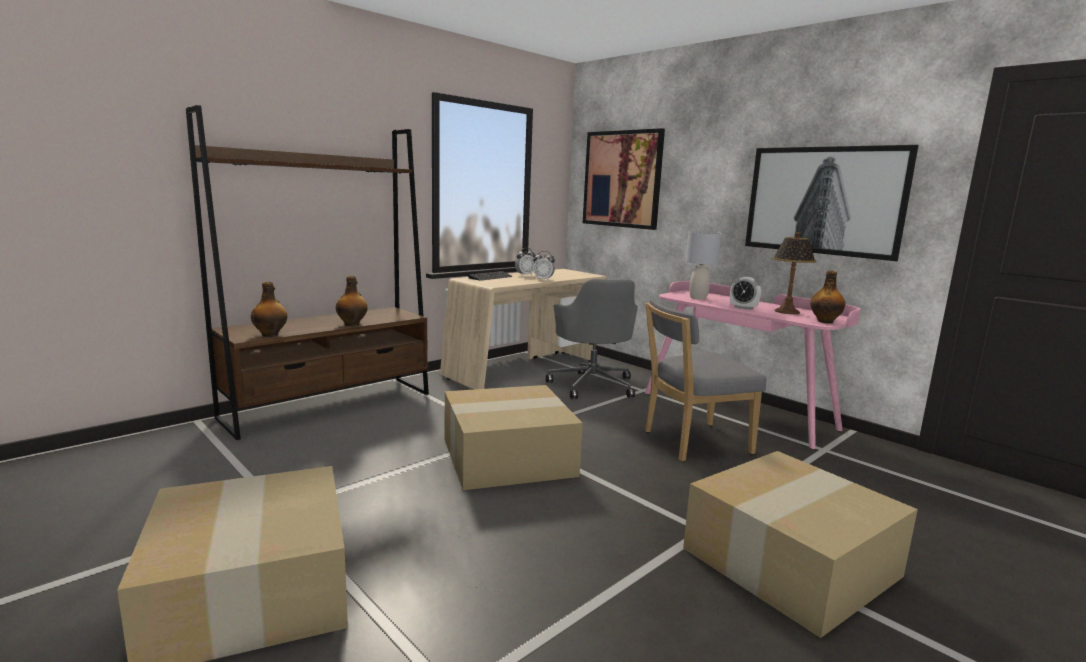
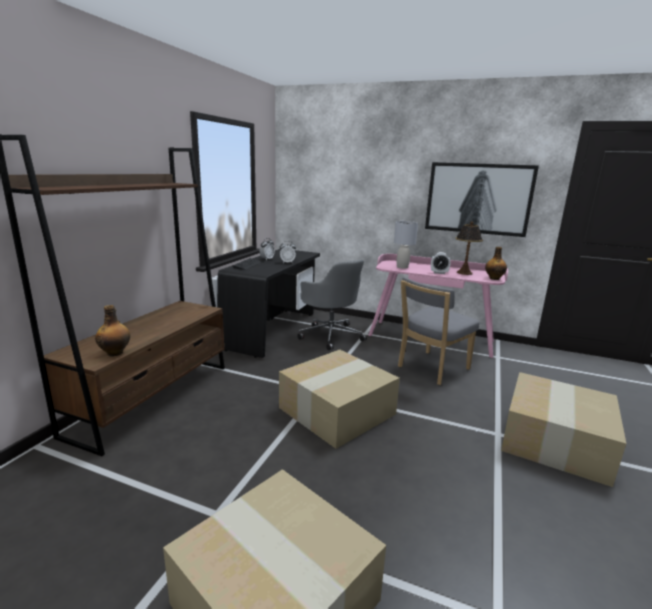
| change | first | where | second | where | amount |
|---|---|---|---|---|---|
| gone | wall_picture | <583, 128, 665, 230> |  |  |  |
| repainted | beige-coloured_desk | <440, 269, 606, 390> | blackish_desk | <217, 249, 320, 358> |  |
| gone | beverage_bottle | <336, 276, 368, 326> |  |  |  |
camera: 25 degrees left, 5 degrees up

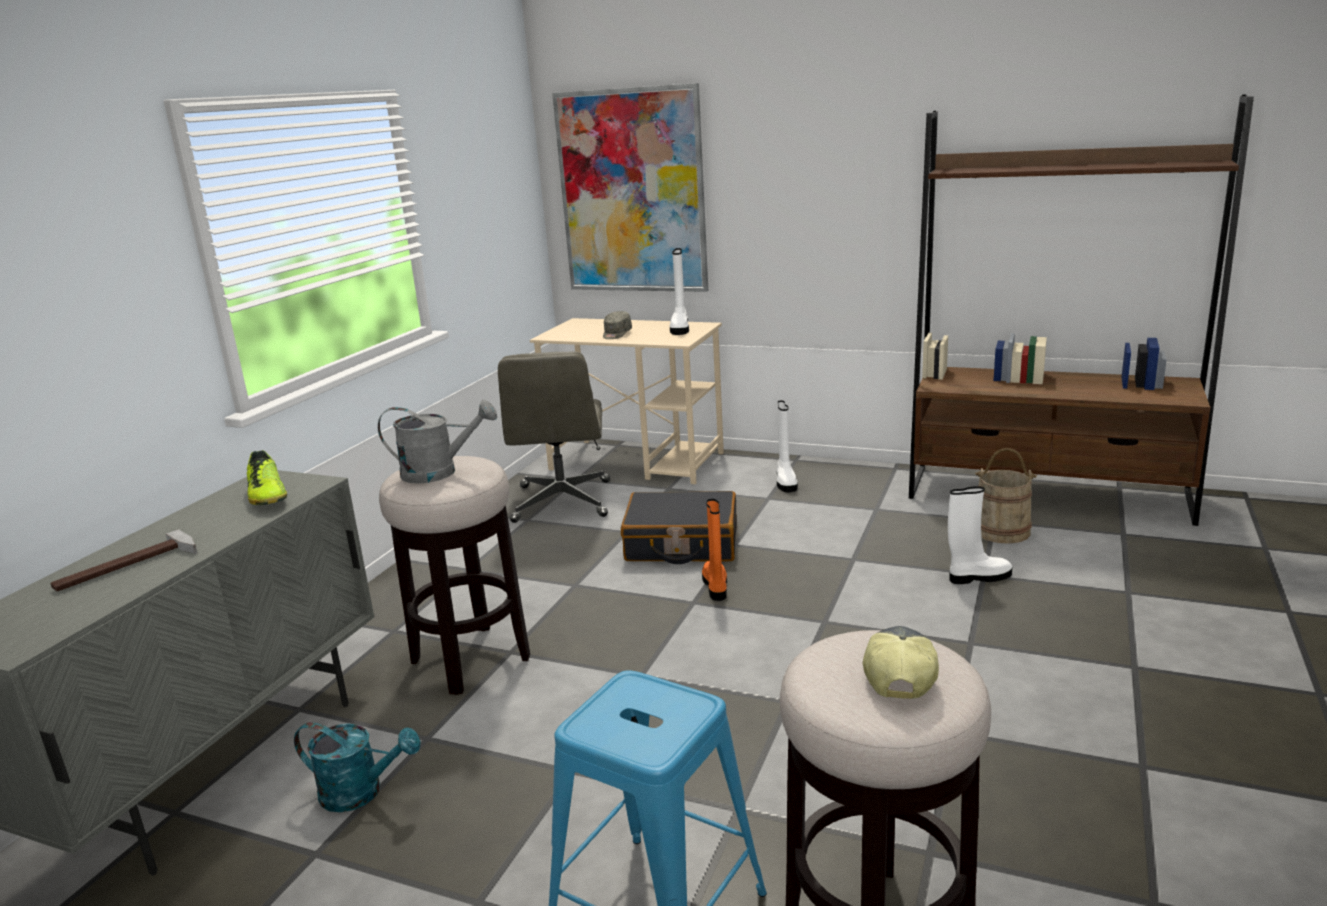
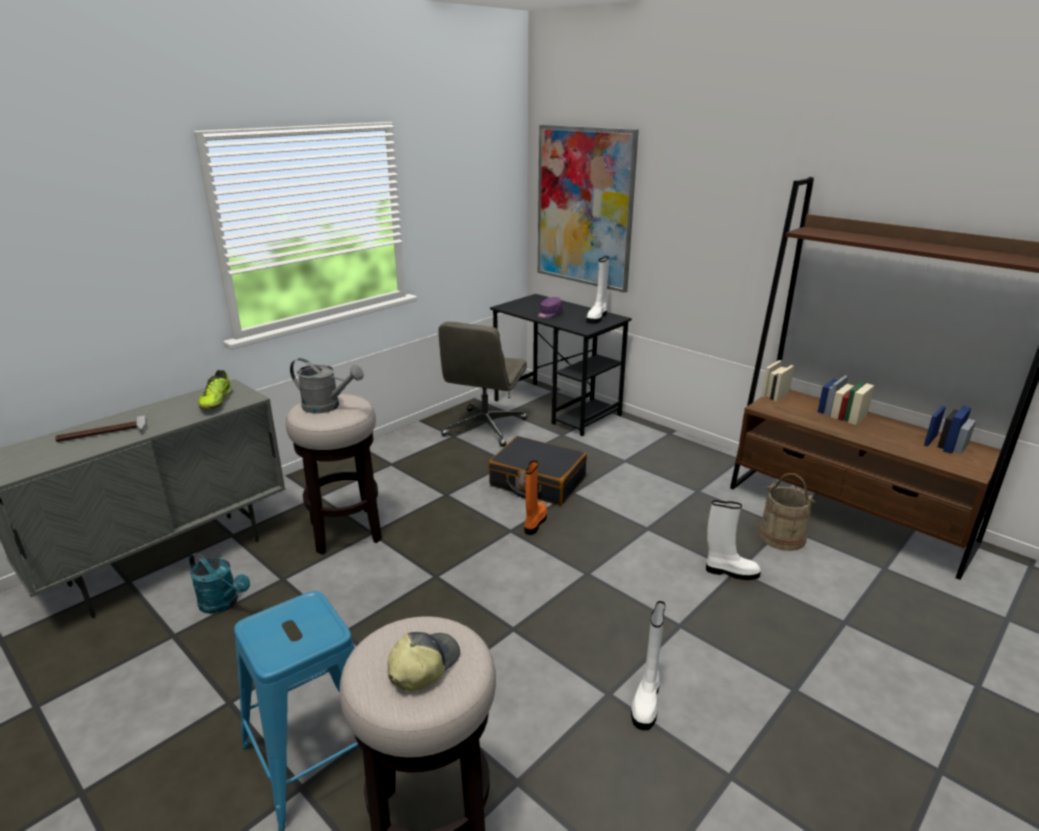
| change | first | where | second | where | amount |
|---|---|---|---|---|---|
| repainted | greyish_baseball_cap | <603, 311, 632, 339> | purple_baseball_cap | <537, 297, 563, 318> |  |
| repainted | beige-coloured_desk | <530, 318, 724, 484> | blackish_desk | <490, 294, 632, 436> |  |
| shifted | white_tall_boot | <777, 400, 798, 492> |  | <631, 601, 665, 730> |  |
camera: 20 degrees right, 5 degrees up

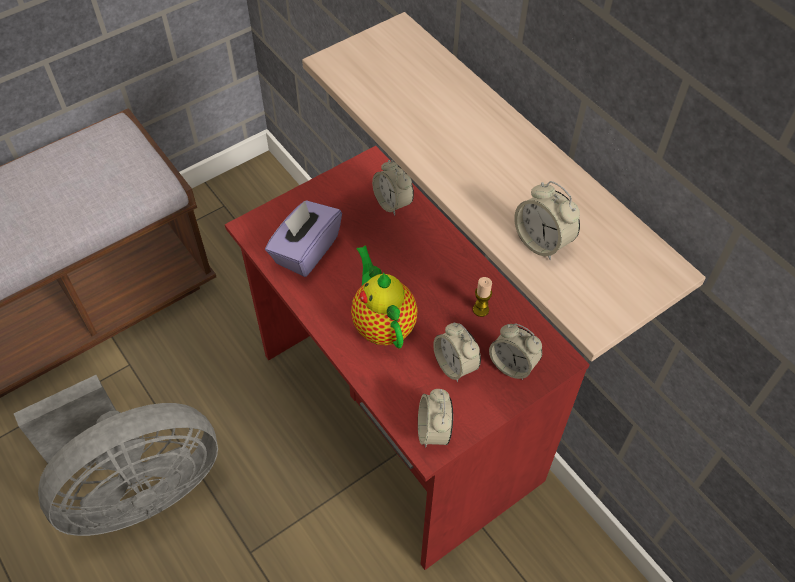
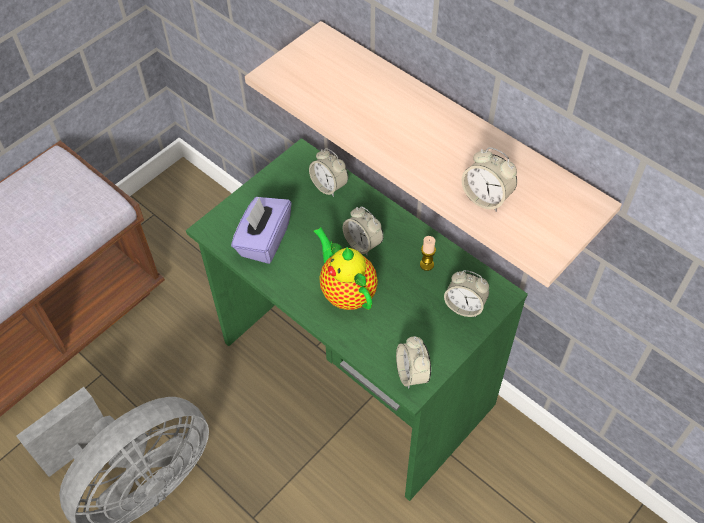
| change | first | where | second | where | amount |
|---|---|---|---|---|---|
| repainted | red_desk | <225, 146, 590, 570> | green-coloured_desk | <186, 138, 528, 501> |  |
| shifted | bedside_clock | <433, 322, 481, 382> |  | <343, 206, 384, 256> |  |
camera: 10 degrees left, 0 degrees up

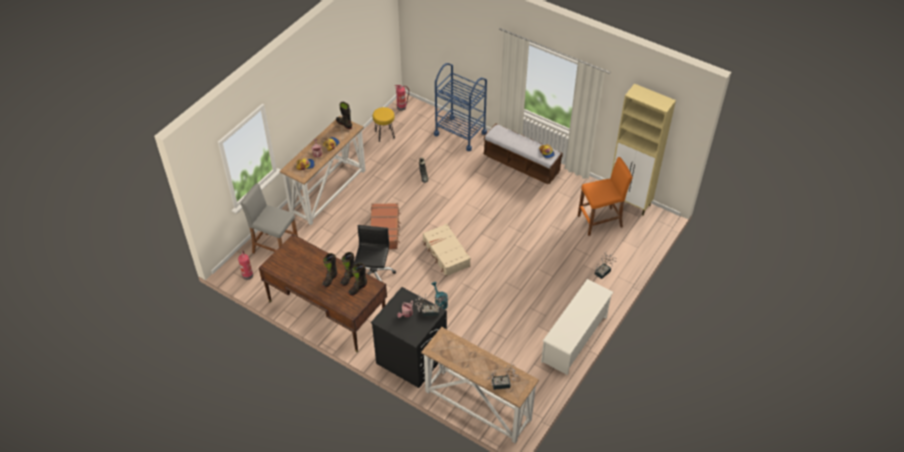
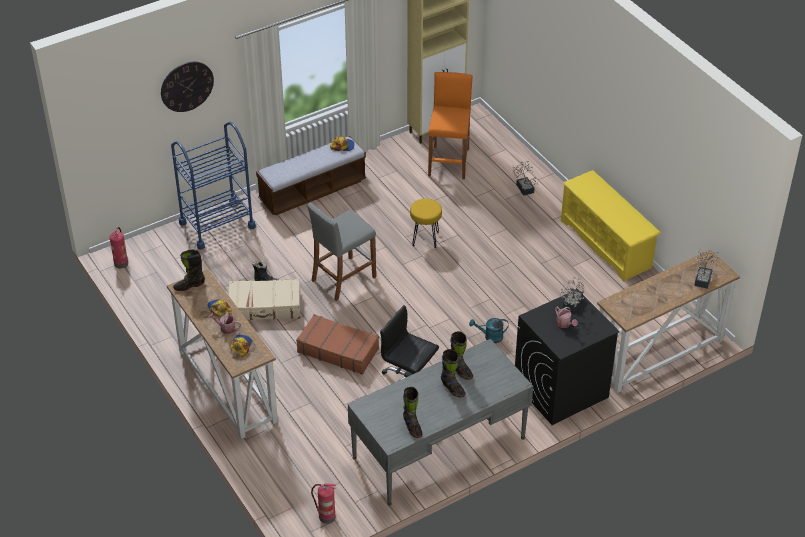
| change | first | where | second | where | amount |
|---|---|---|---|---|---|
| shifted | yellowish_stool_seat | <373, 107, 395, 142> |  | <410, 199, 442, 248> |  |
| shifted | greyish_stool_seat | <241, 183, 298, 254> |  | <307, 203, 376, 301> |  |
| shifted | beige-coloured_piece_of_luggage | <423, 224, 471, 276> |  | <229, 279, 300, 320> |  |
| repainted | brown_desk | <259, 234, 387, 352> | greyish_desk | <348, 339, 533, 506> |  |
| shifted | blackish_tall_boot | <348, 263, 367, 296> |  | <403, 387, 422, 438> |  |
| repainted | white_shoe_rack | <541, 279, 613, 375> | yellowish_shoe_rack | <561, 170, 661, 282> |  |
| new |  |  | hanging_clock | <161, 62, 214, 112> |  |
camera: 65 degrees left, 5 degrees down

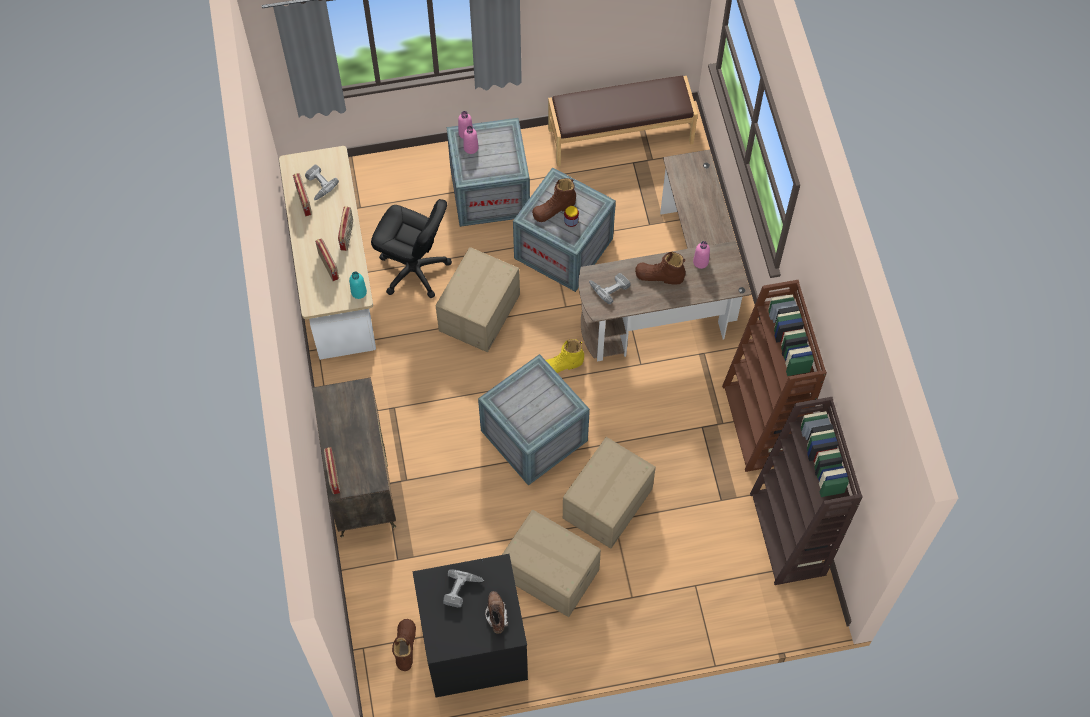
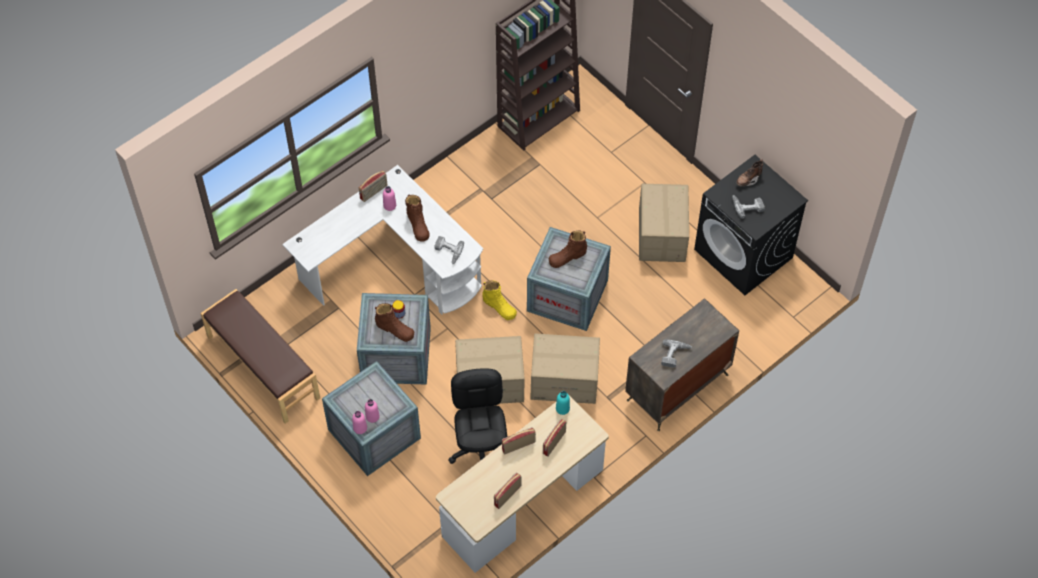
| change | first | where | second | where | amount |
|---|---|---|---|---|---|
| repainted | brown_desk | <579, 150, 751, 362> | white_desk | <282, 165, 483, 314> |  |
| shifted | drill | <305, 165, 339, 200> |  | <661, 339, 692, 368> |  |
| gone | brown_bookcase | <722, 280, 827, 472> |  |  |  |
| shifted | cardboard_box | <563, 437, 656, 549> |  | <530, 334, 600, 404> |  |
| shifted | radio | <324, 447, 340, 494> |  | <359, 170, 387, 202> |  |
| shifted | brown_tall_boot | <392, 619, 416, 671> |  | <549, 230, 587, 268> |  |
camera: 120 degrees left, 5 degrees down

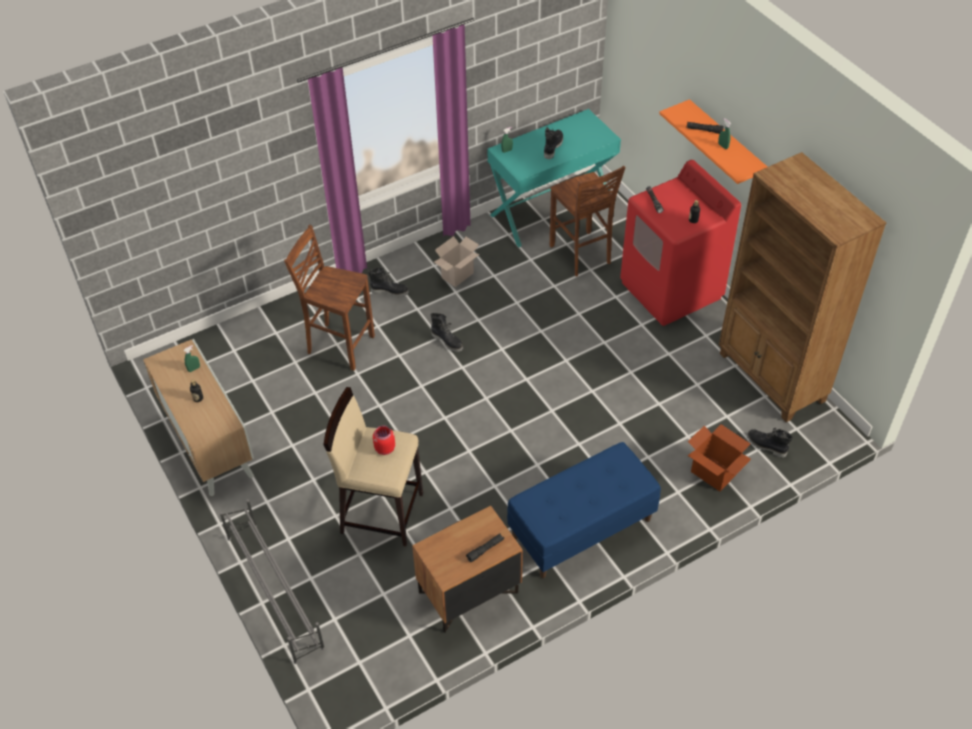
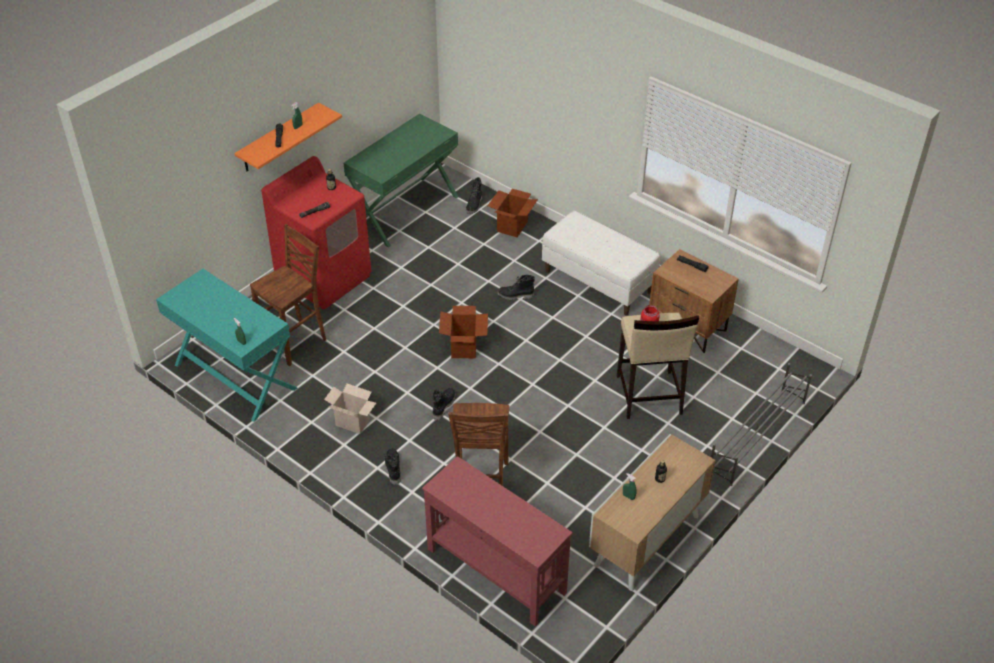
| change | first | where | second | where | amount |
|---|---|---|---|---|---|
| shifted | blackish_tall_boot | <544, 127, 563, 159> |  | <497, 275, 535, 300> |  |
| swapped | brown_bookcase | <719, 152, 886, 422> | green-coloured_desk | <343, 114, 458, 248> |  |
| repainted | bluish_bench | <507, 442, 661, 578> | white_bench | <542, 211, 660, 316> |  |
| new |  |  | cardboard_box | <439, 306, 488, 358> |  |
| new |  |  | red_hall_table | <422, 456, 573, 627> |  |
camera: 110 degrees left, 5 degrees down

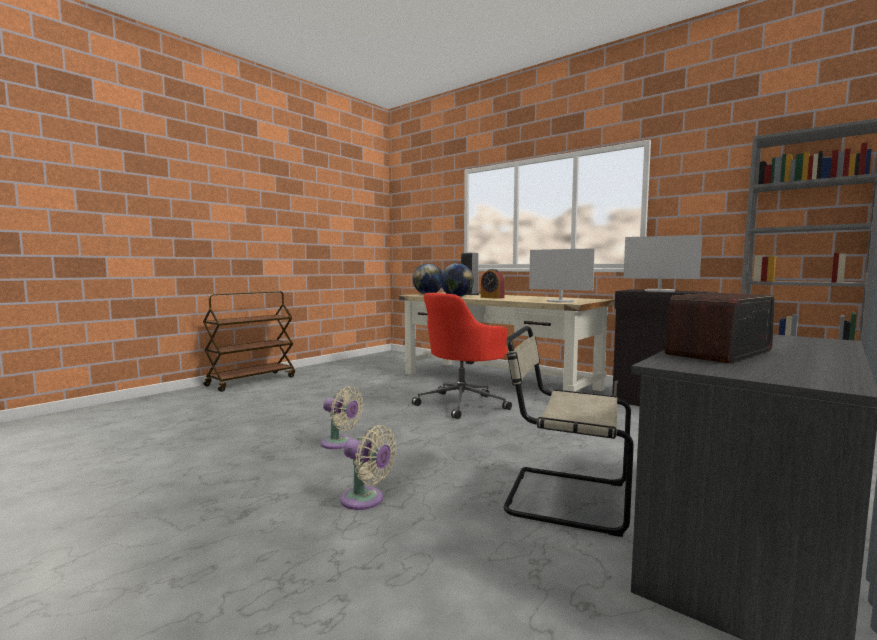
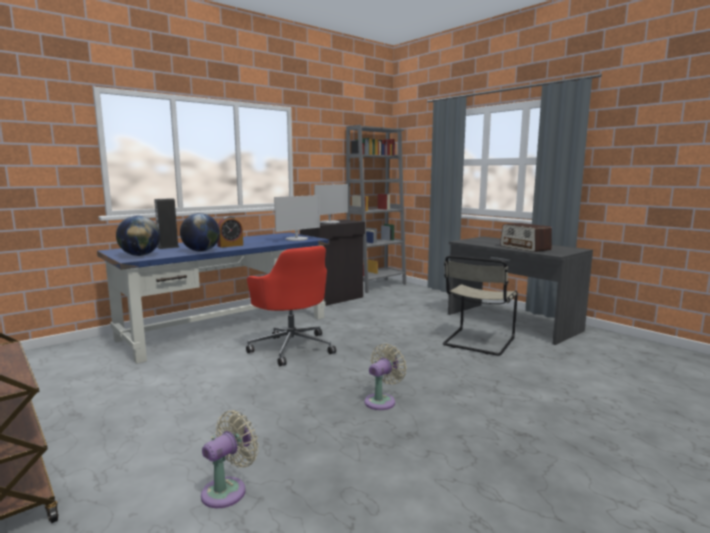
| change | first | where | second | where | amount |
|---|---|---|---|---|---|
| repainted | beige-coloured_desk | <399, 292, 615, 392> | bluish_desk | <97, 232, 329, 364> |  |
| shifted | beige-coloured_electric_fan | <340, 425, 397, 510> |  | <201, 410, 259, 508> |  |
camera: 80 degrees left, 5 degrees up

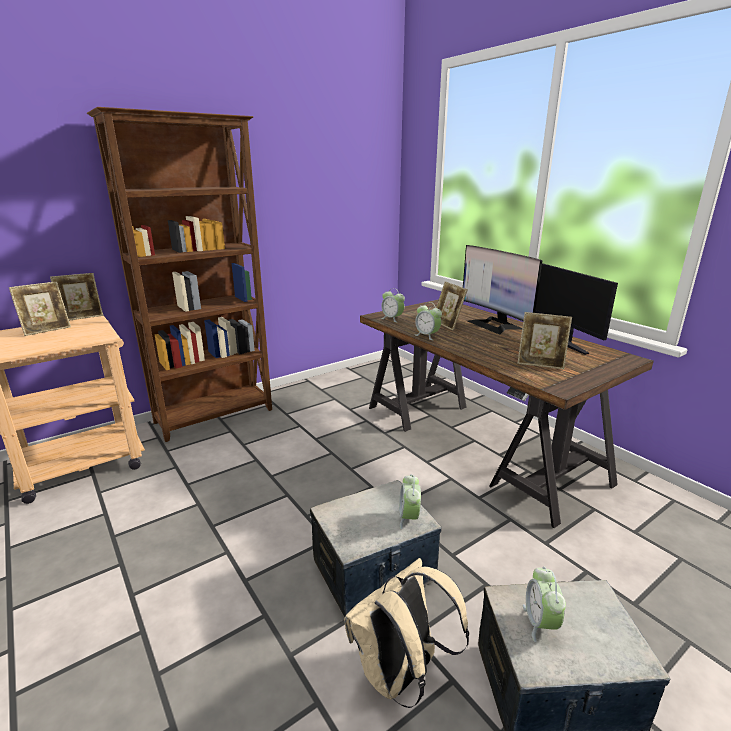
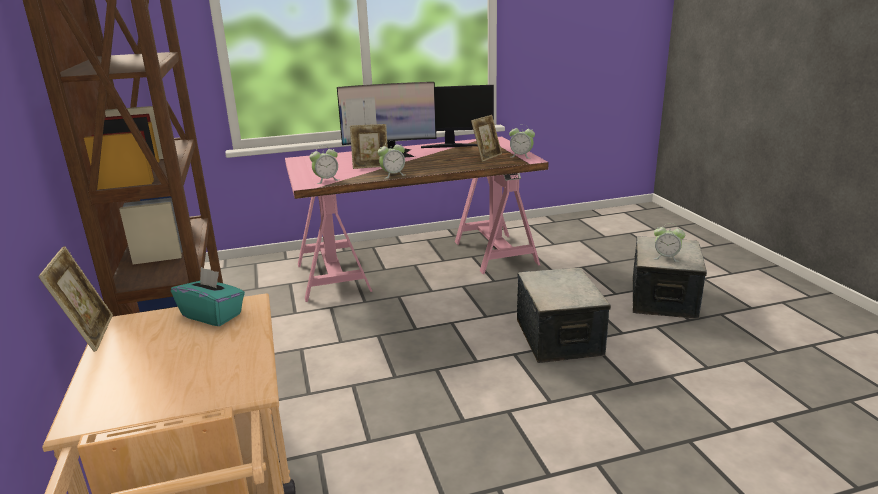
| change | first | where | second | where | amount |
|---|---|---|---|---|---|
| gone | photo_frame | <9, 282, 71, 336> |  |  |  |
| repainted | brown_desk | <360, 299, 654, 528> | pink_desk | <285, 137, 549, 302> |  |
| shifted | bedside_clock | <399, 474, 421, 530> |  | <509, 124, 535, 159> |  |
| gone | beige-coloured_rucksack | <344, 558, 469, 708> |  |  |  |
| new |  |  | blue-green_tissue_box | <171, 267, 245, 326> |  |
camera: 70 degrees left, 0 degrees up

